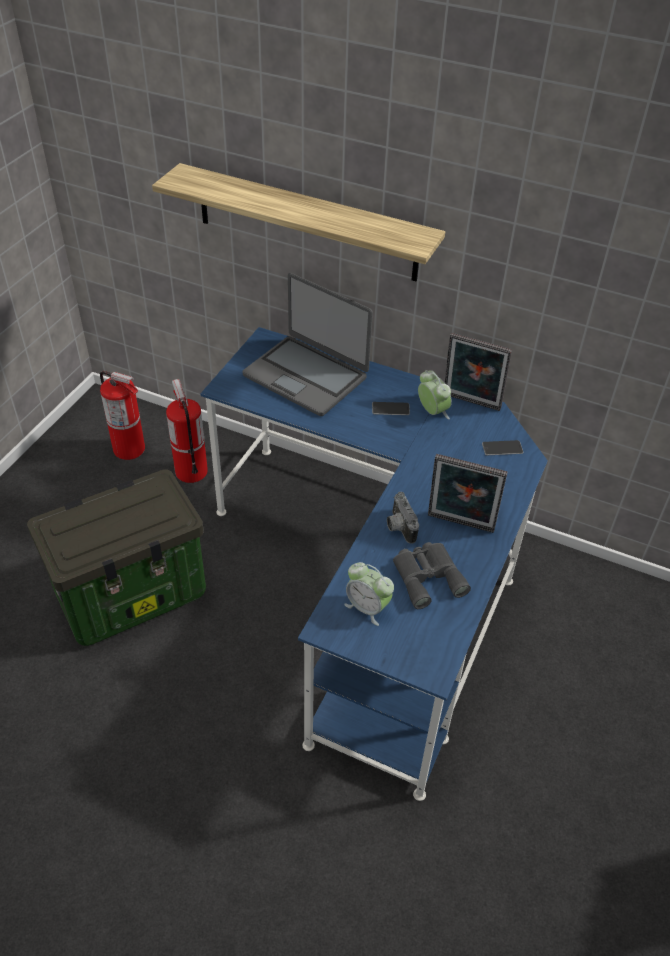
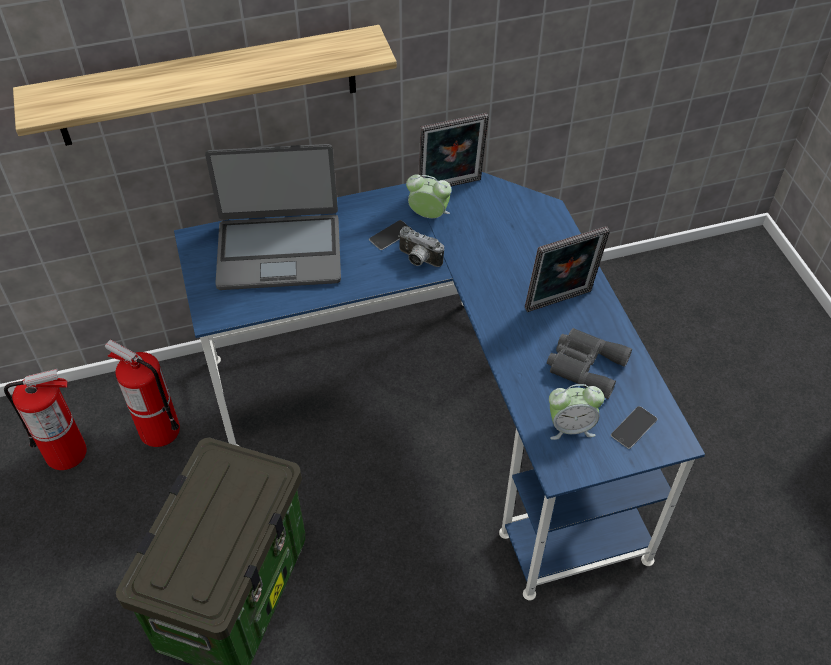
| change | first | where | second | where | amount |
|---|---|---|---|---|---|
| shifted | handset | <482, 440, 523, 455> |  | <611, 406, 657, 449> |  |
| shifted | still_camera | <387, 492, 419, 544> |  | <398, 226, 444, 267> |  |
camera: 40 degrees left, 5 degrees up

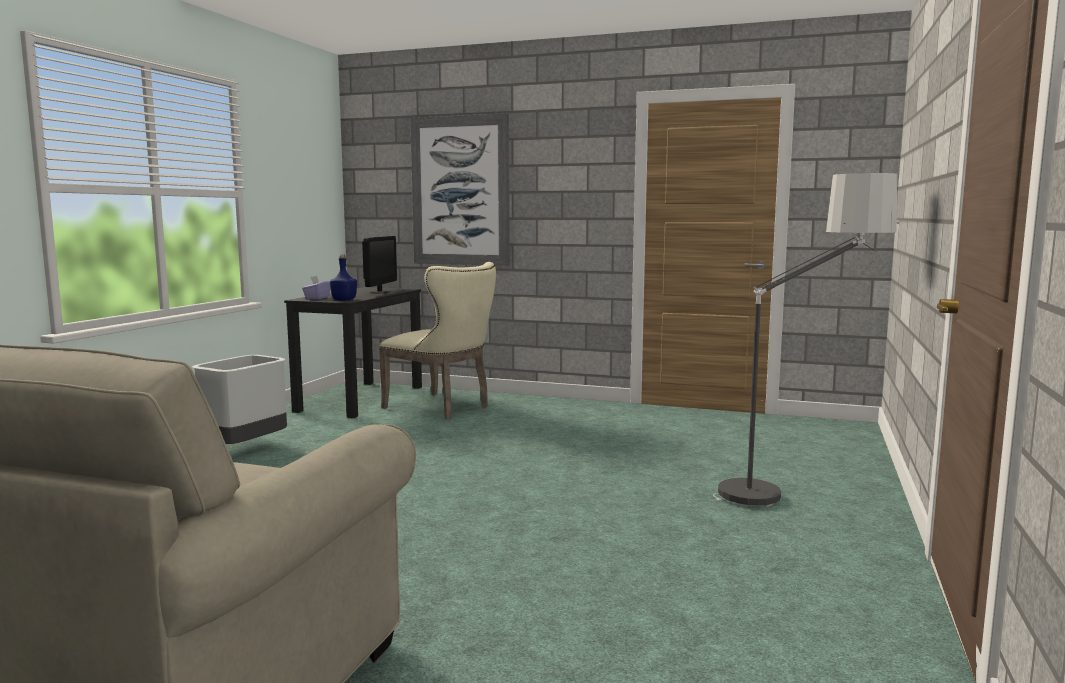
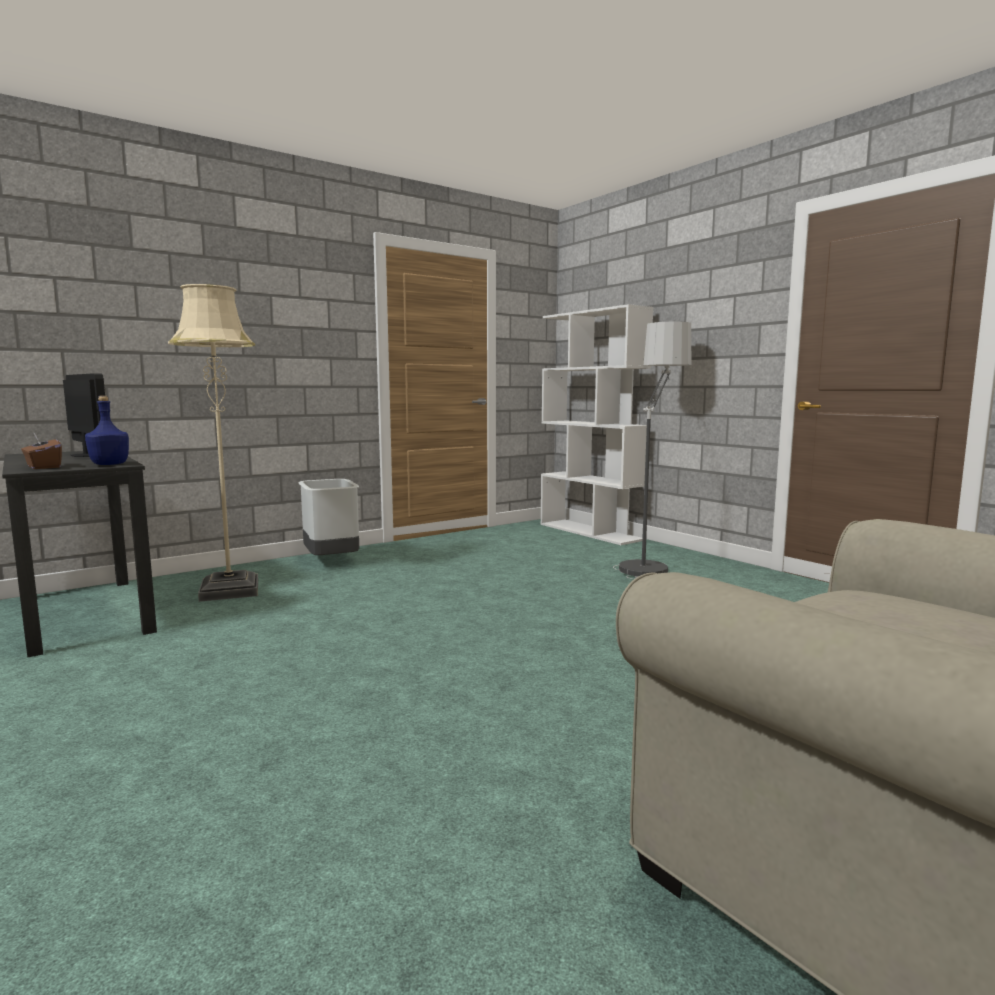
| change | first | where | second | where | amount |
|---|---|---|---|---|---|
| gone | wall_picture | <410, 113, 510, 266> |  |  |  |
| swapped | beige-coloured_upright_chair | <379, 262, 496, 419> | beige-coloured_standard_lamp | <168, 284, 258, 602> |  |
| repainted | purple_tissue_box | <302, 276, 330, 299> | brown_tissue_box | <21, 433, 62, 469> |  |
| shifted | greyish_waste_bin | <192, 355, 287, 444> |  | <298, 479, 359, 555> |  |
| new |  |  | white_bookcase | <541, 304, 653, 545> |  |
camera: 55 degrees left, 0 degrees up

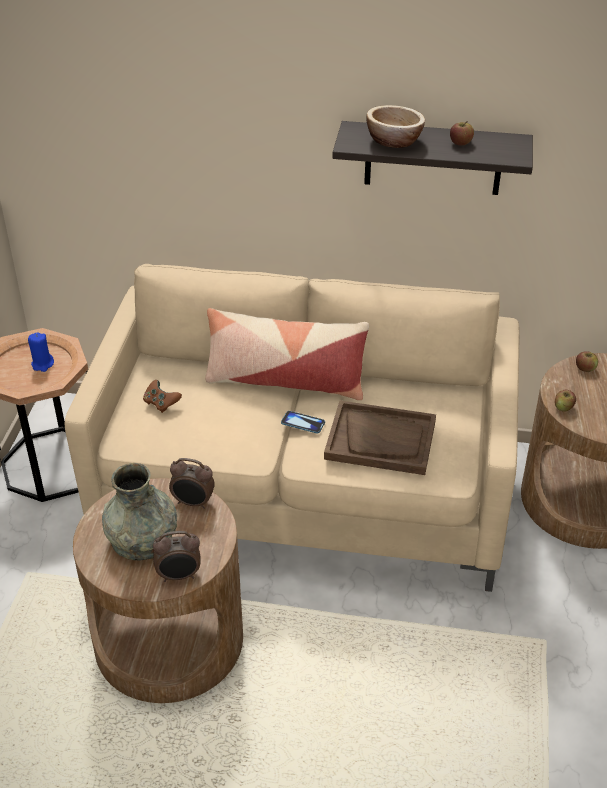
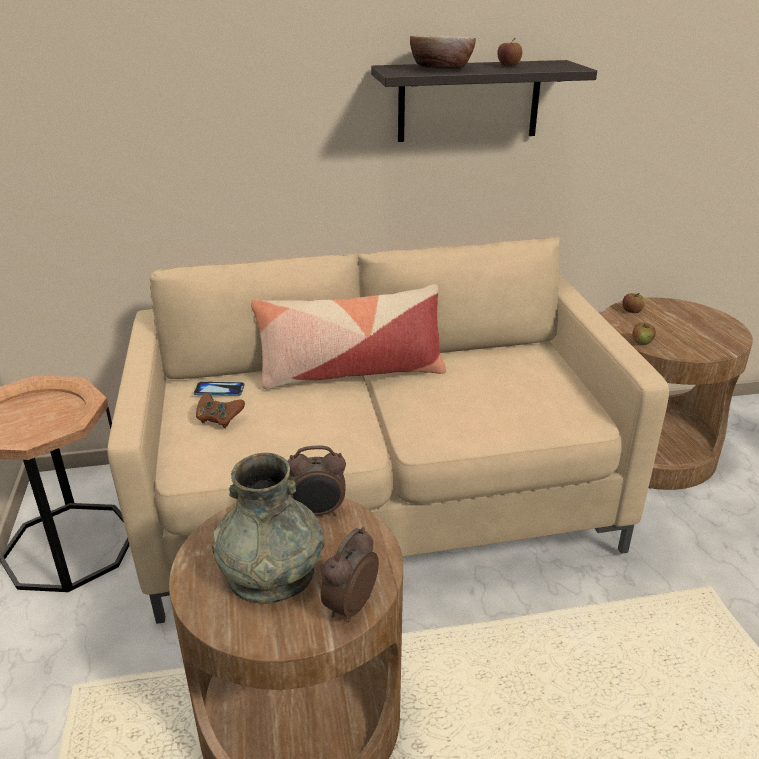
| change | first | where | second | where | amount |
|---|---|---|---|---|---|
| gone | bluish_candle | <28, 332, 54, 372> |  |  |  |
| gone | brown_tray | <324, 401, 436, 475> |  |  |  |
| shifted | handset | <281, 411, 325, 434> |  | <194, 382, 244, 396> |  |
| rotated | bedside_clock | <153, 531, 200, 582> |  | <321, 527, 379, 622> | 150 degrees clockwise |
camera: 20 degrees left, 10 degrees down

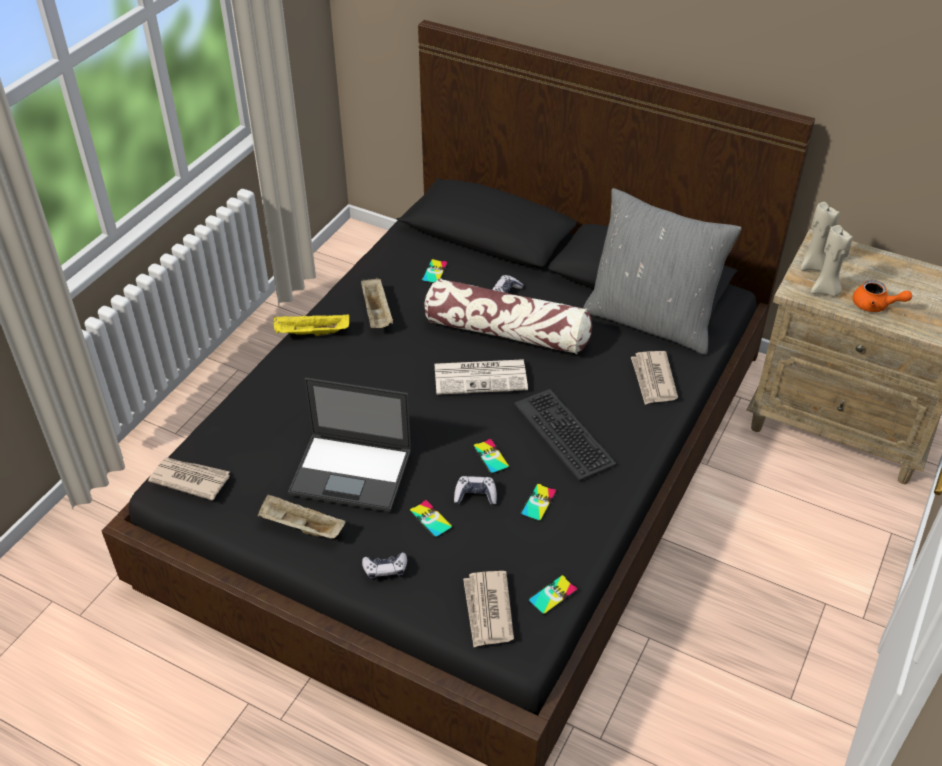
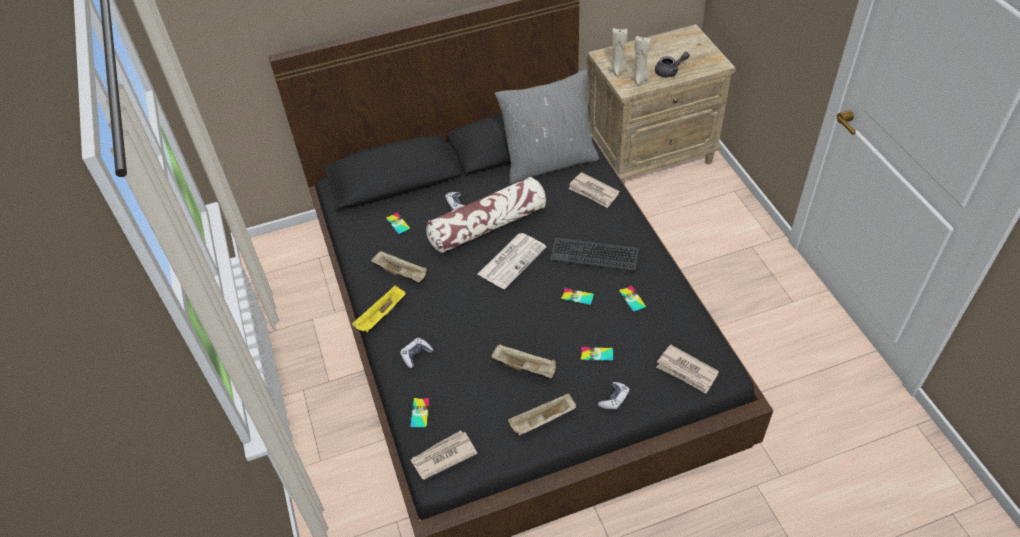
| change | first | where | second | where | amount |
|---|---|---|---|---|---|
| repainted | orangey_pot_for_tea | <853, 280, 912, 312> | greyish_pot_for_tea | <655, 52, 690, 77> |  |
| swapped | notebook_computer | <288, 378, 411, 512> | beige-coloured_tray | <491, 344, 556, 378> |  |
| shifted | joypad | <454, 476, 497, 505> |  | <400, 338, 433, 368> |  |
| shifted | handset | <528, 575, 578, 615> |  | <410, 398, 430, 429> |  |
camera: 45 degrees left, 5 degrees up

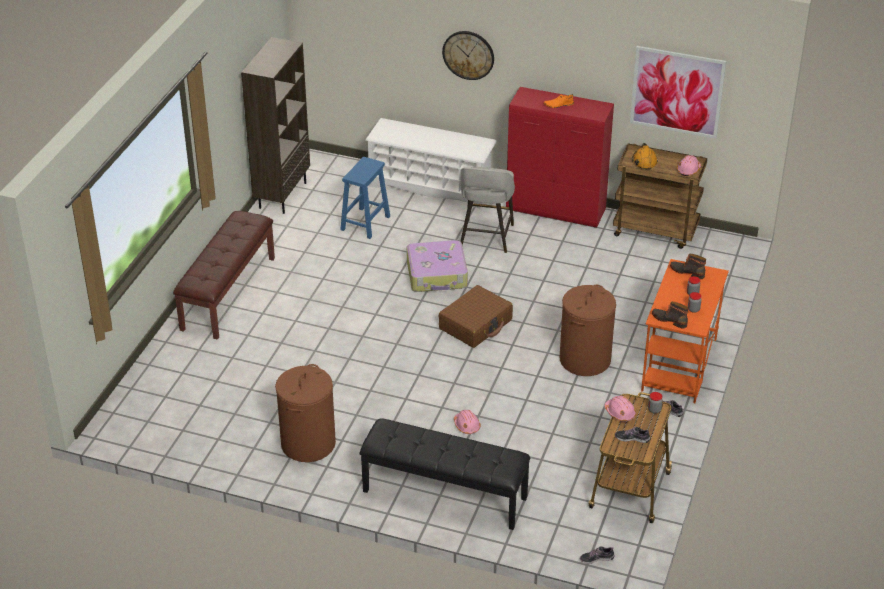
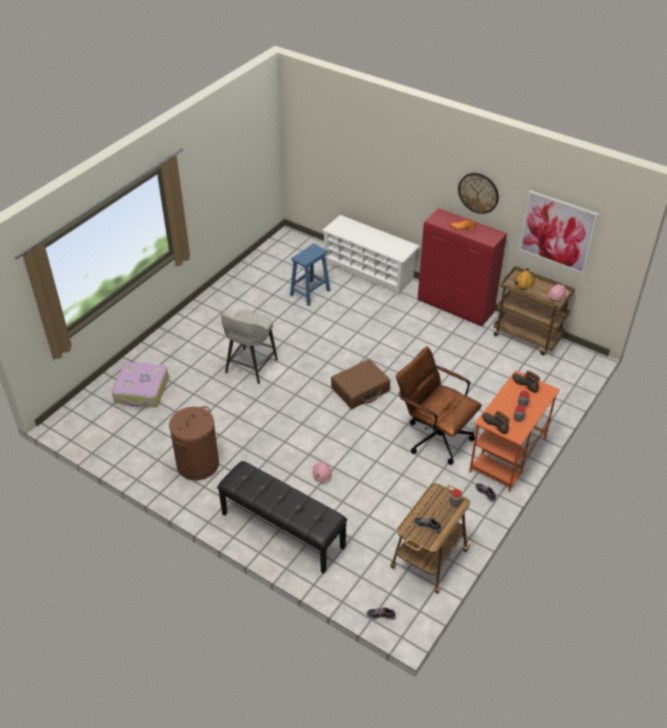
| change | first | where | second | where | amount |
|---|---|---|---|---|---|
| shifted | hanging_clock | <442, 31, 494, 80> |  | <458, 173, 499, 214> |  |
| gone | brown_bookcase | <241, 37, 310, 214> |  |  |  |
| shifted | greyish_stool_seat | <460, 167, 515, 253> |  | <221, 310, 278, 384> |  |
| gone | brown_bench | <173, 211, 275, 340> |  |  |  |
| shifted | piece_of_luggage | <407, 240, 468, 292> |  | <112, 362, 169, 407> |  |
| swapped | brown_hamper | <560, 285, 616, 376> | brown_desk_chair | <396, 346, 482, 465> |  |
| gone | pink_safety_helmet | <604, 396, 636, 422> |  |  |  |
camera: 15 degrees right, 5 degrees up

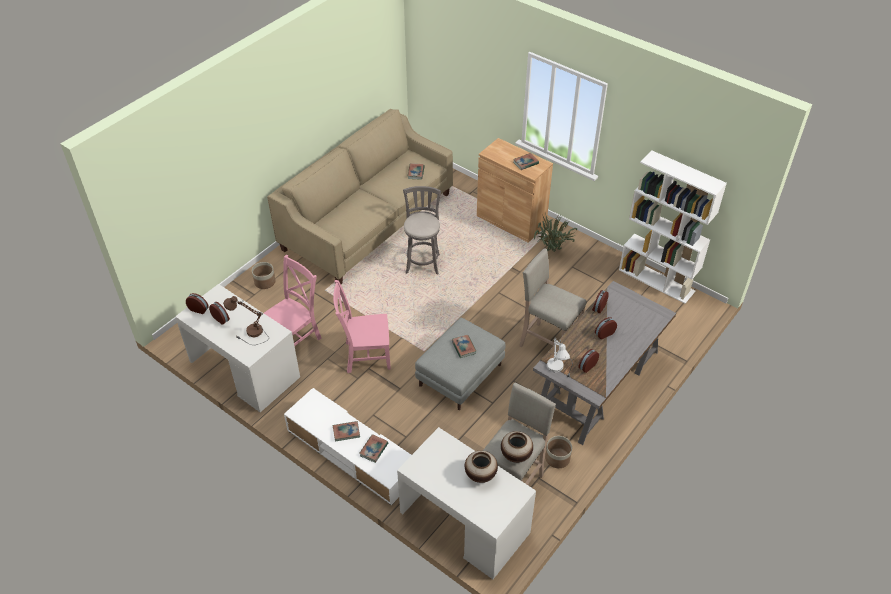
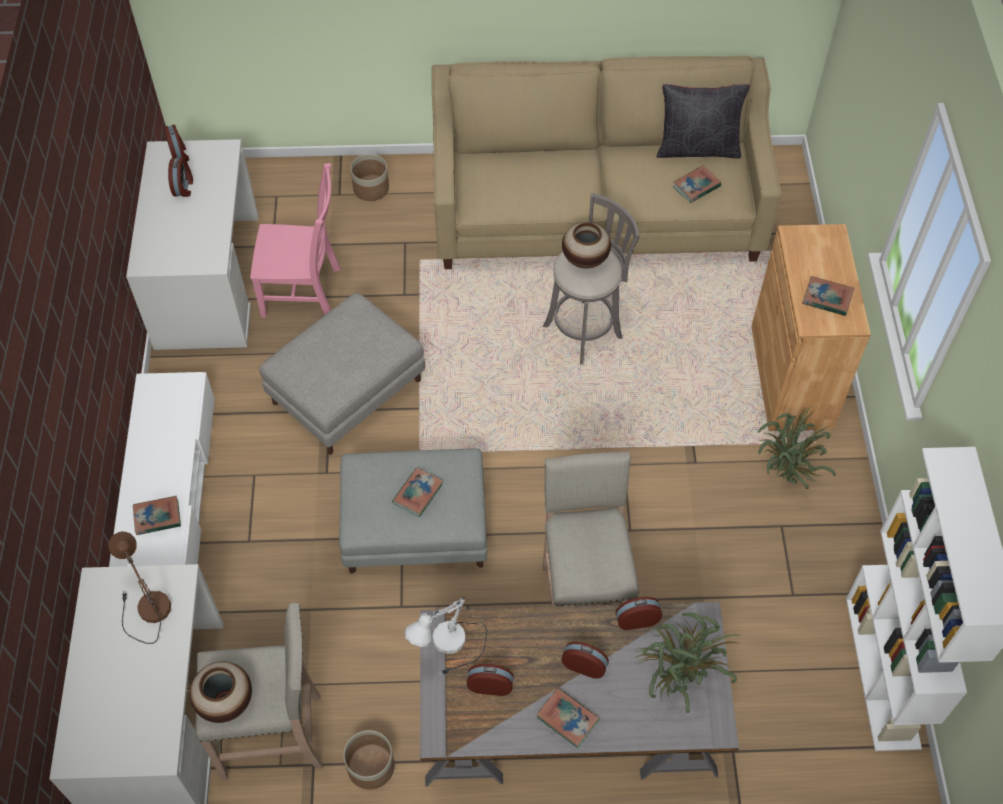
| change | first | where | second | where | amount |
|---|---|---|---|---|---|
| swapped | pink_upright_chair | <333, 280, 391, 373> | greyish_footrest | <259, 293, 425, 455> |  |
| shifted | brown_lamp_for_a_table | <223, 296, 269, 345> |  | <108, 531, 171, 644> |  |
| shifted | book | <333, 421, 360, 442> |  | <536, 688, 600, 748> |  |
| shifted | flower_vase | <465, 451, 498, 483> |  | <562, 222, 611, 269> |  |
| new |  |  | blackish_cushion | <656, 84, 750, 159> |  |
| new |  |  | potted_plant | <635, 613, 741, 713> |  |
camera: 50 degrees right, 10 degrees up

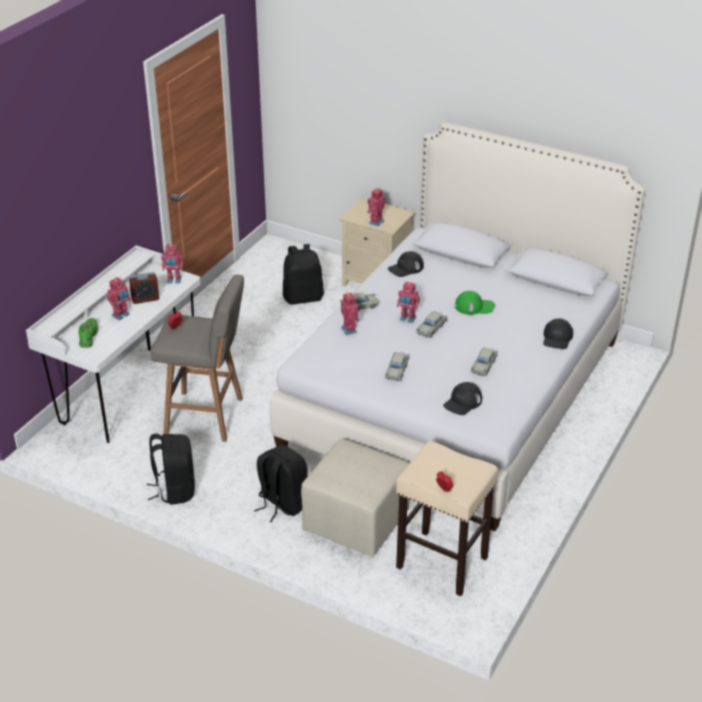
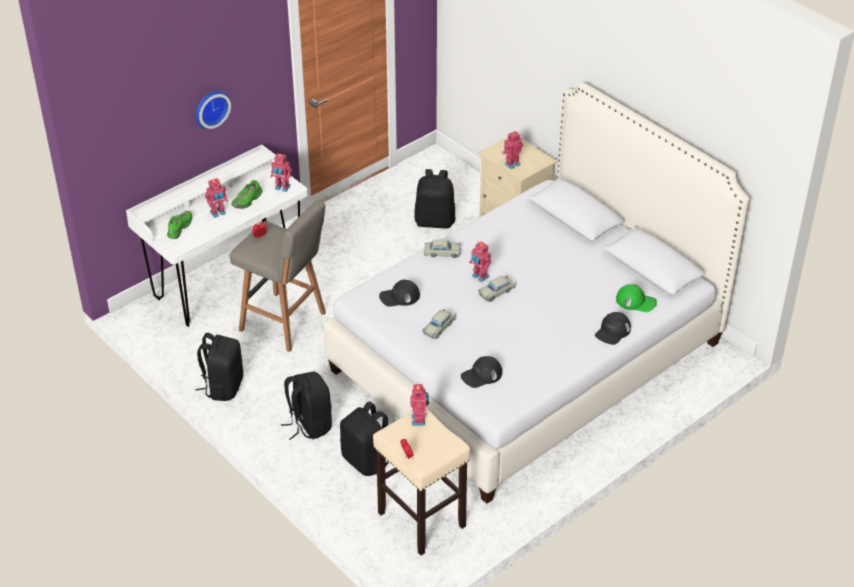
| change | first | where | second | where | amount |
|---|---|---|---|---|---|
| shifted | blackish_baseball_cap | <388, 251, 424, 277> |  | <379, 280, 420, 307> |  |
| swapped | bedside_clock | <129, 272, 159, 304> | green-coloured_shoe | <232, 180, 262, 209> |  |
| shifted | green-coloured_baseball_cap | <455, 291, 495, 315> |  | <616, 284, 657, 312> |  |
| shifted | model_robot | <341, 293, 360, 335> |  | <410, 384, 429, 426> |  |
| gone | beige-coloured_miniature_car | <471, 347, 498, 376> |  |  |  |
| swapped | beige-coloured_footrest | <301, 439, 410, 557> | blackish_rucksack | <340, 401, 389, 476> |  |
| new |  |  | hanging_clock | <195, 91, 231, 129> |  |
camera: 20 degrees right, 5 degrees up

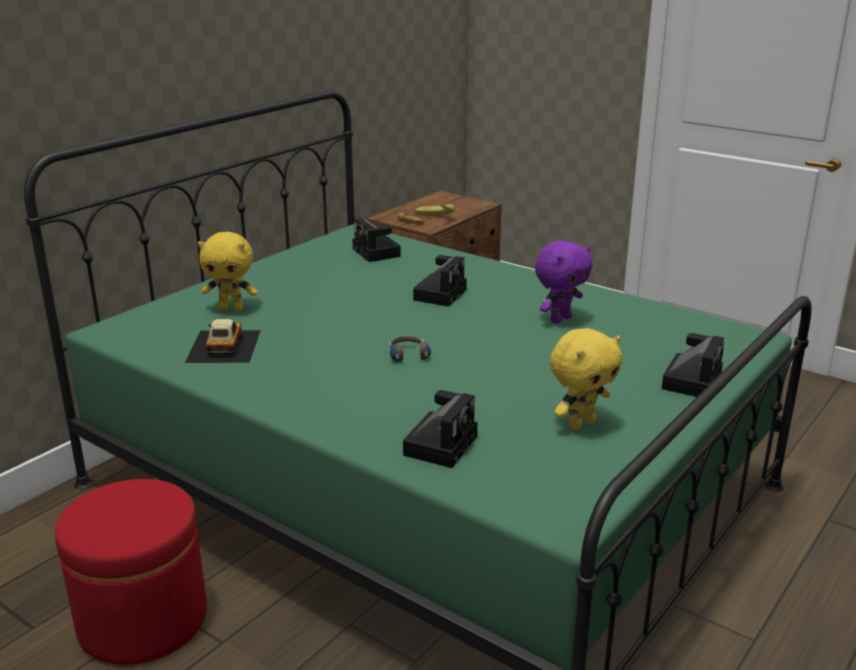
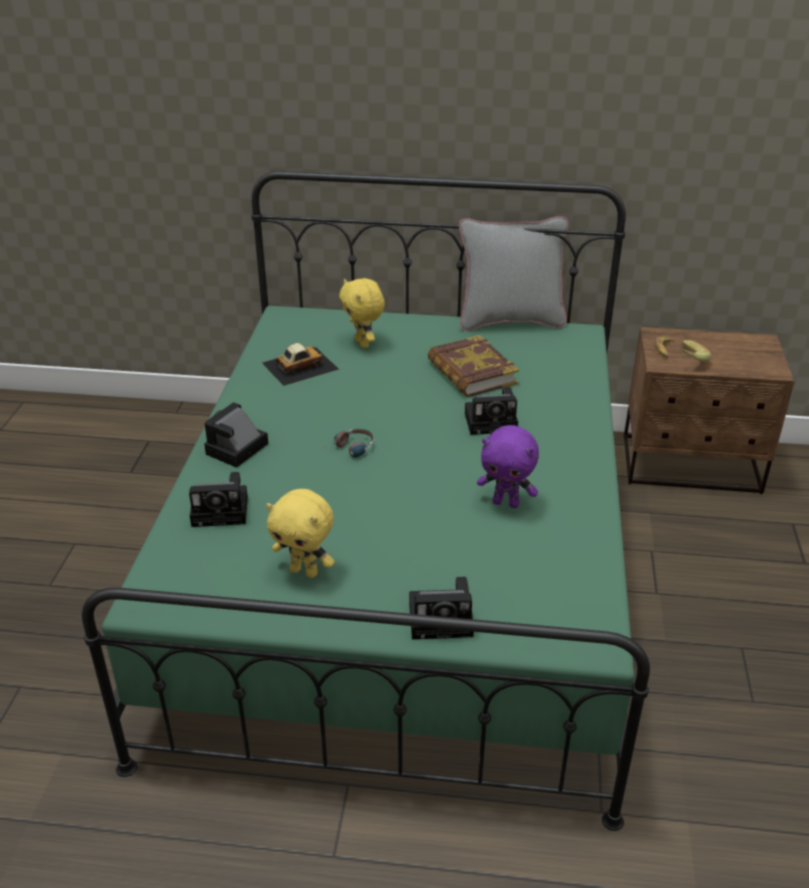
| change | first | where | second | where | amount |
|---|---|---|---|---|---|
| shifted | still_camera | <352, 218, 401, 262> |  | <204, 402, 268, 468> |  |
| gone | red_footrest | <55, 479, 207, 665> |  |  |  |
| new |  |  | greyish_cushion | <459, 216, 569, 331> |  |
| new |  |  | book | <428, 335, 519, 397> |  |
camera: 60 degrees right, 10 degrees up

